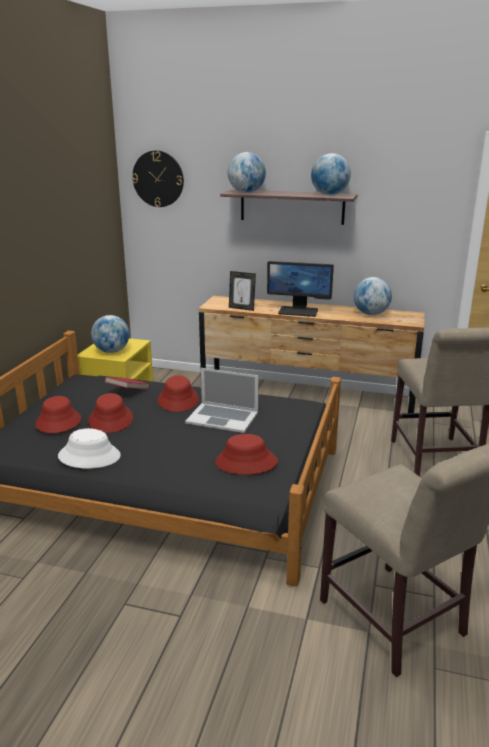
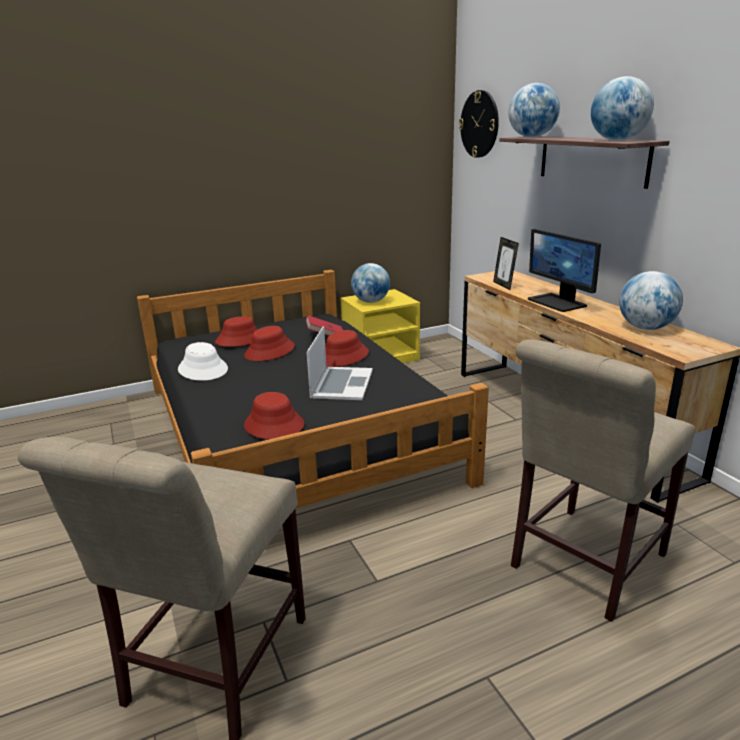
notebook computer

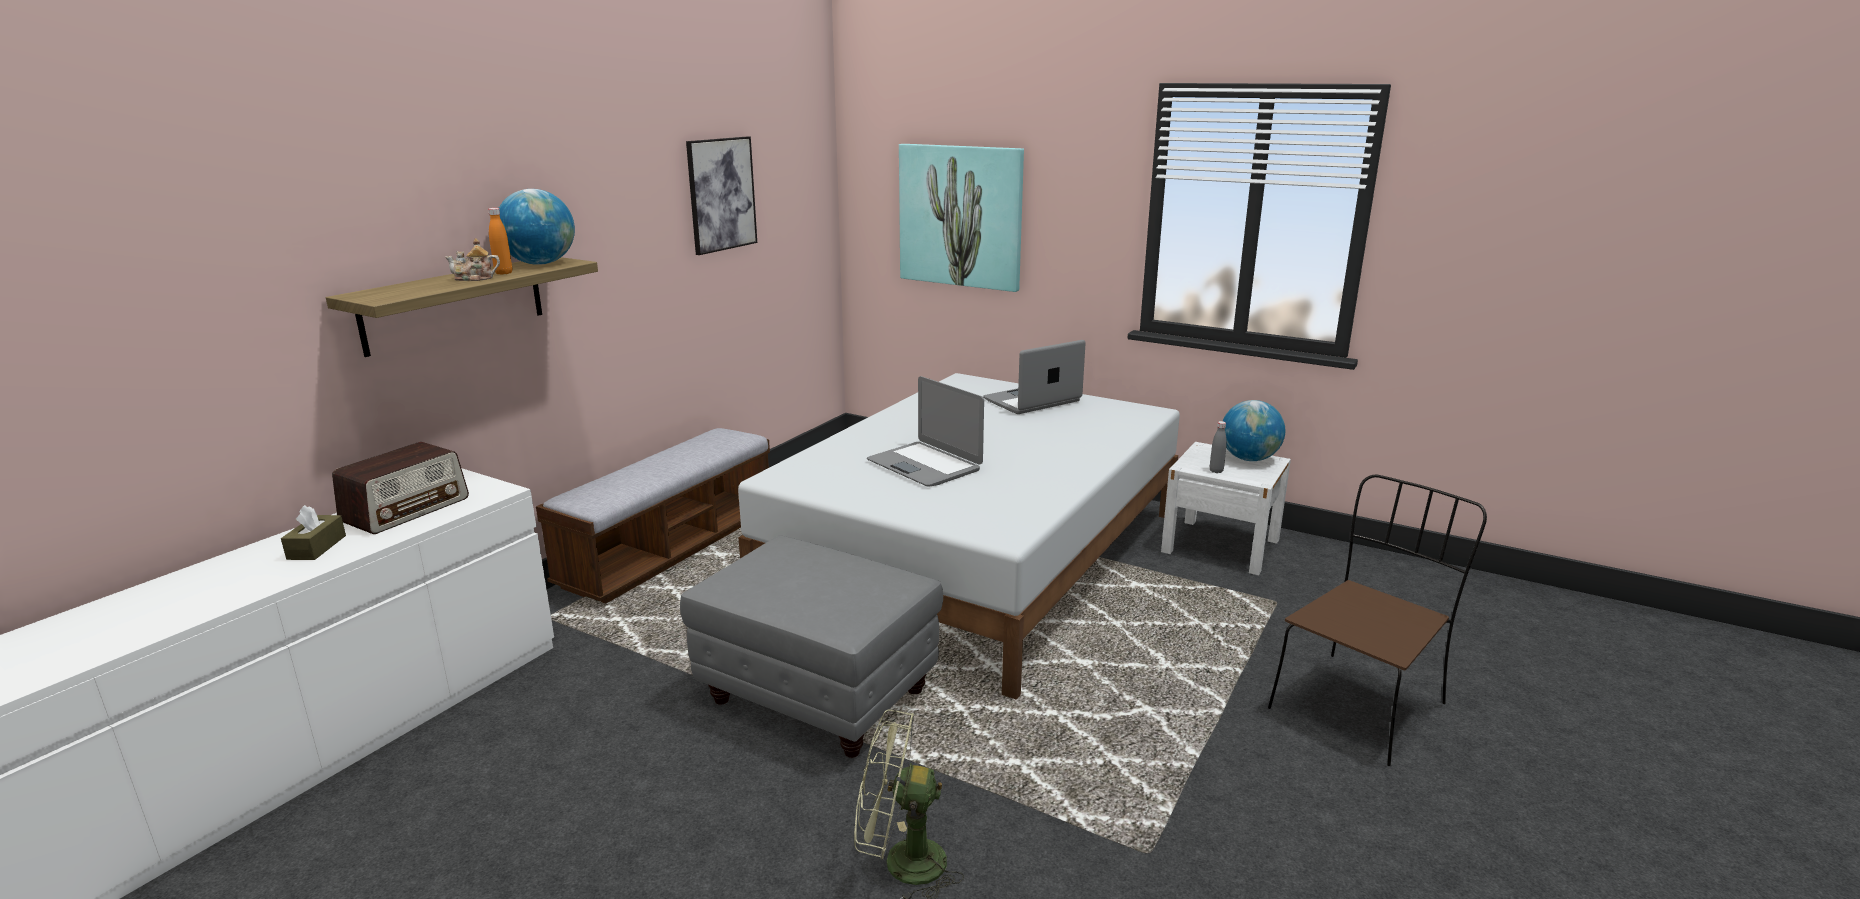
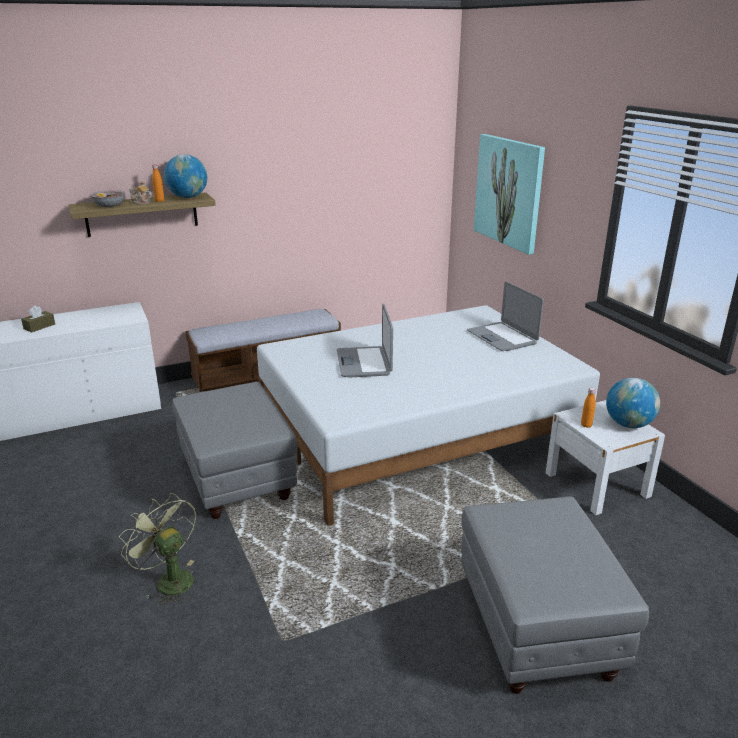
picture (1st from left in the first image); notebook computer (2nd from left); bottle (orangey) (2nd from left); radio; footrest (greyish) (2nd from left); deep dish

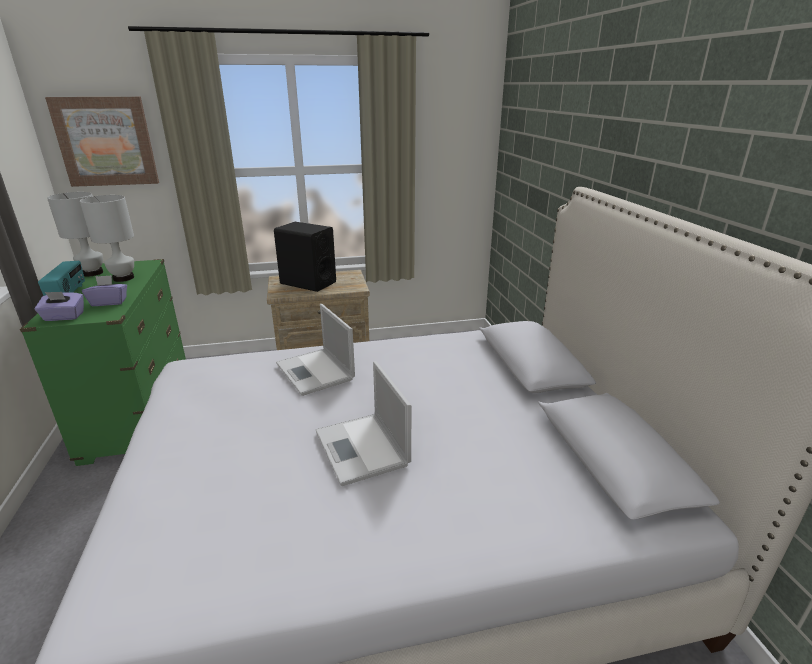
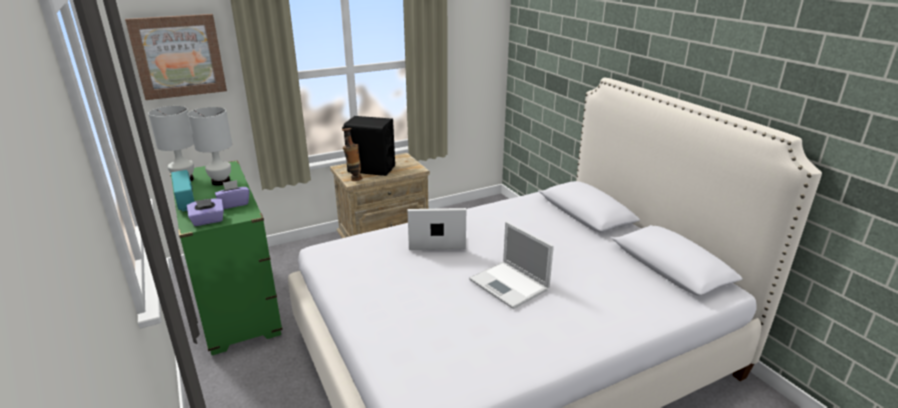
notebook computer (1st from left); flower vase

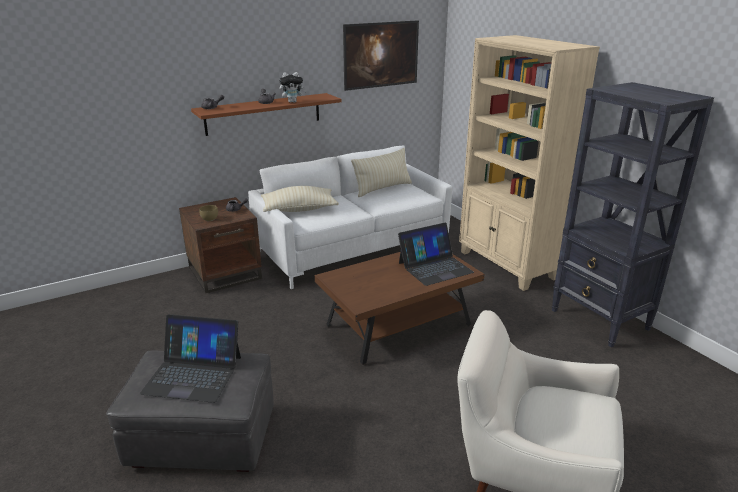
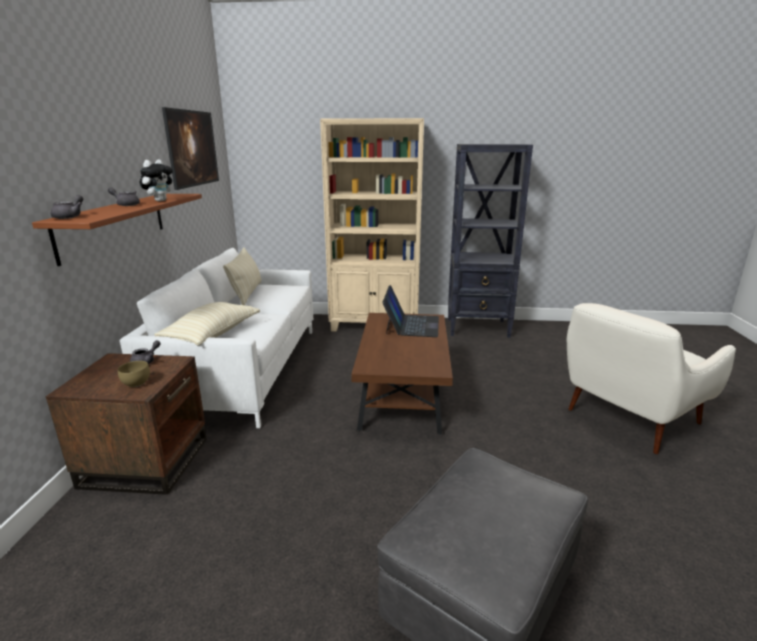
notebook computer (1st from left in the first image)

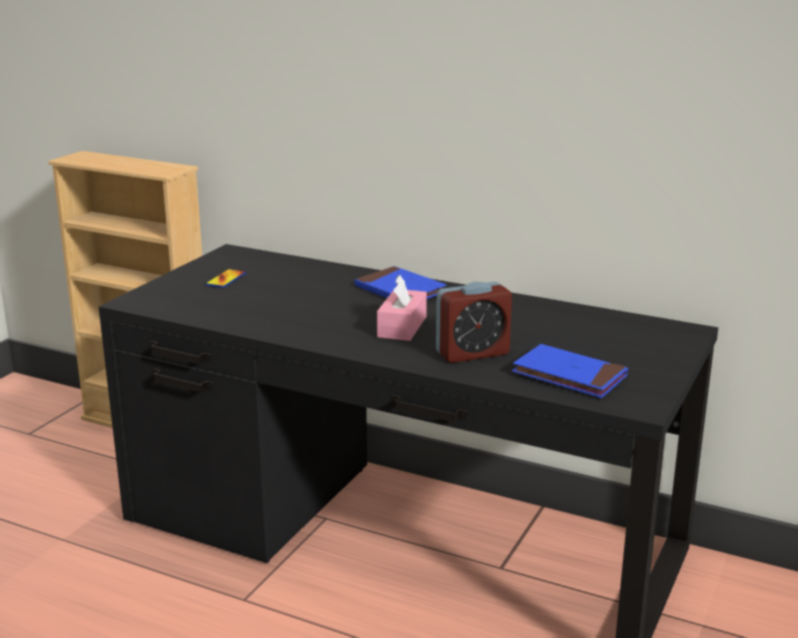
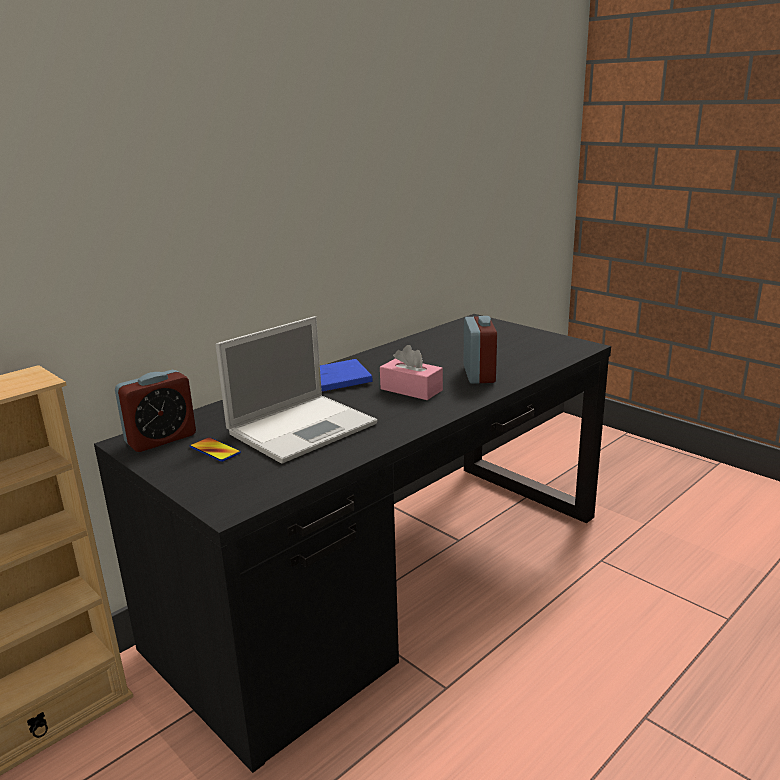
bound book (blue-coloured) (2nd from left in the first image); notebook computer; alarm clock (1st from left)

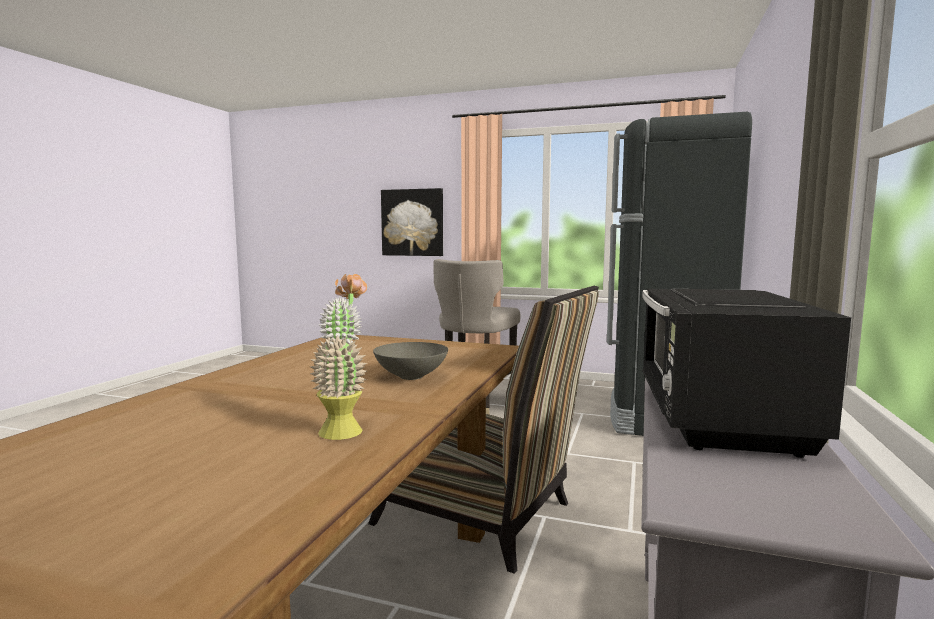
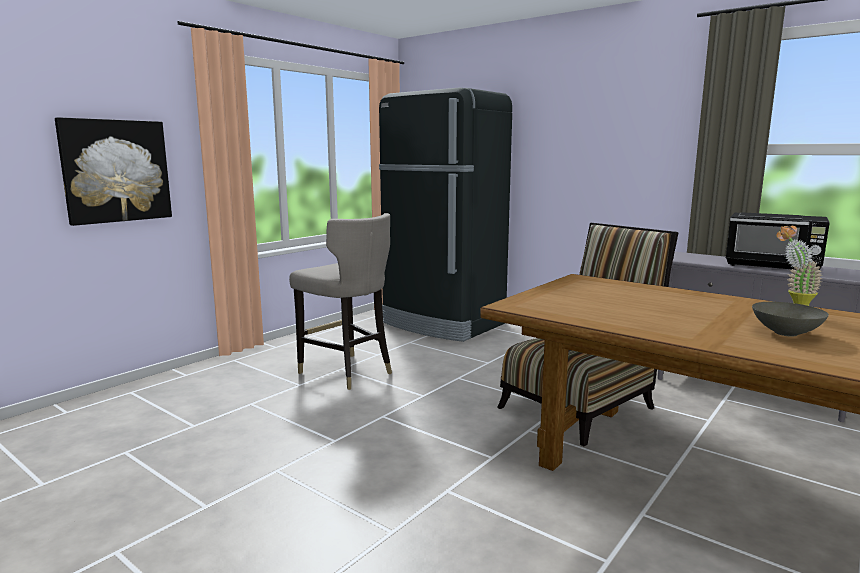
deep dish (greyish)

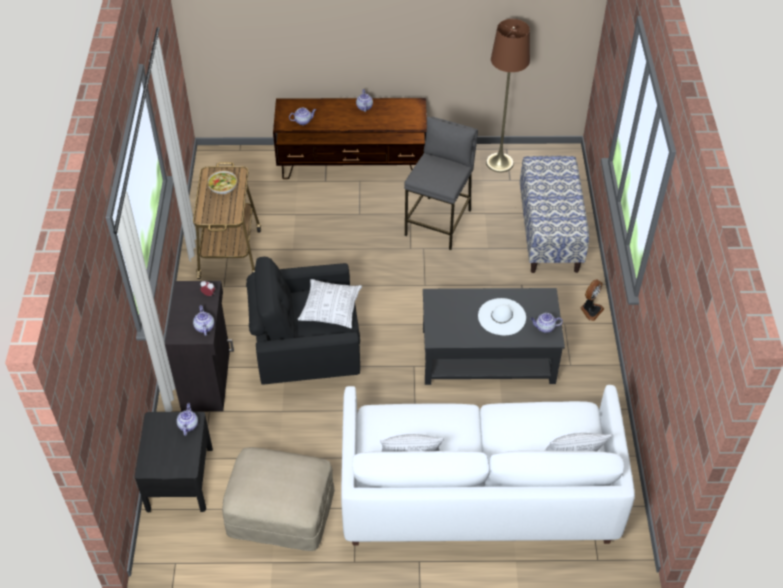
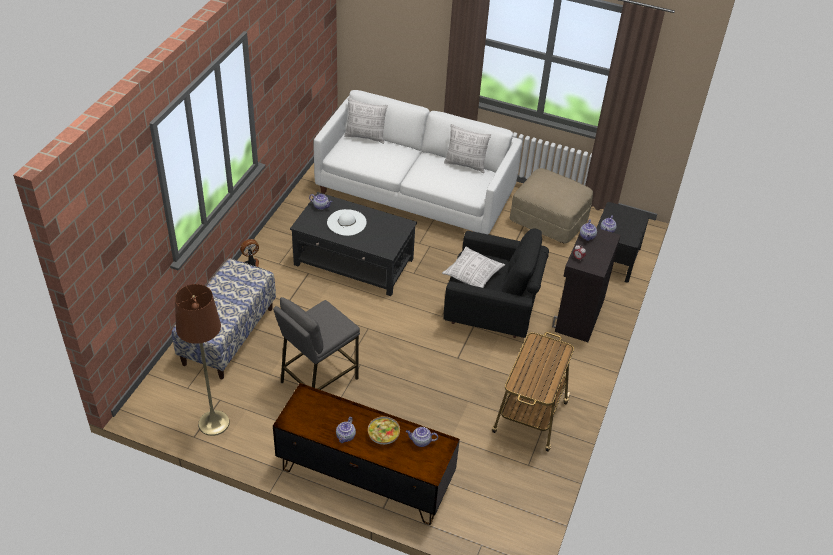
deep dish

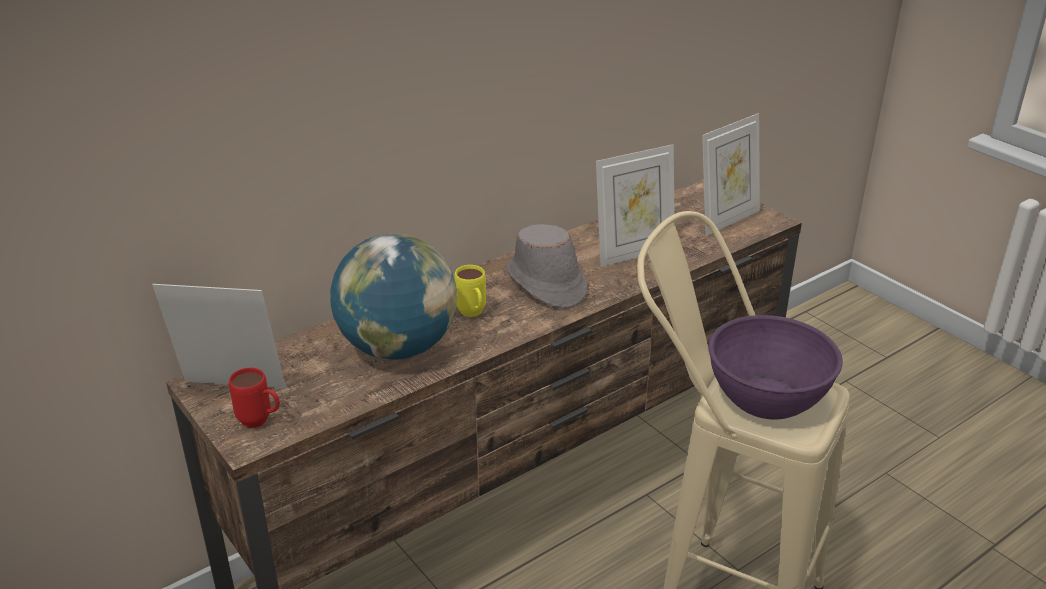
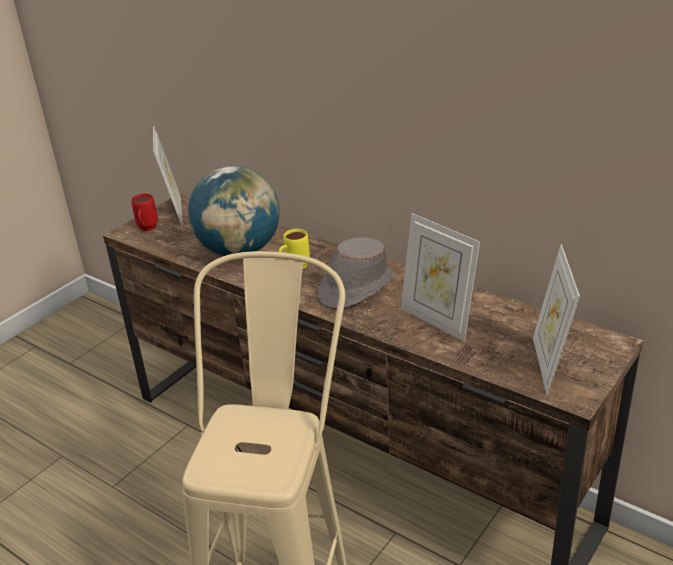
photo frame (3rd from left); deep dish (purple-coloured)

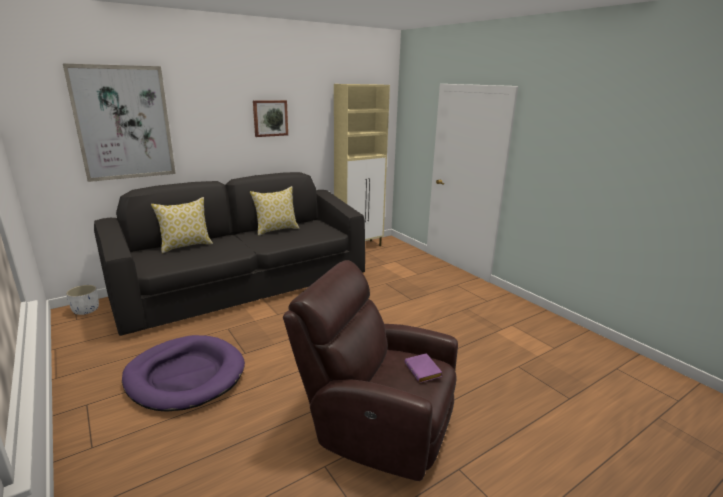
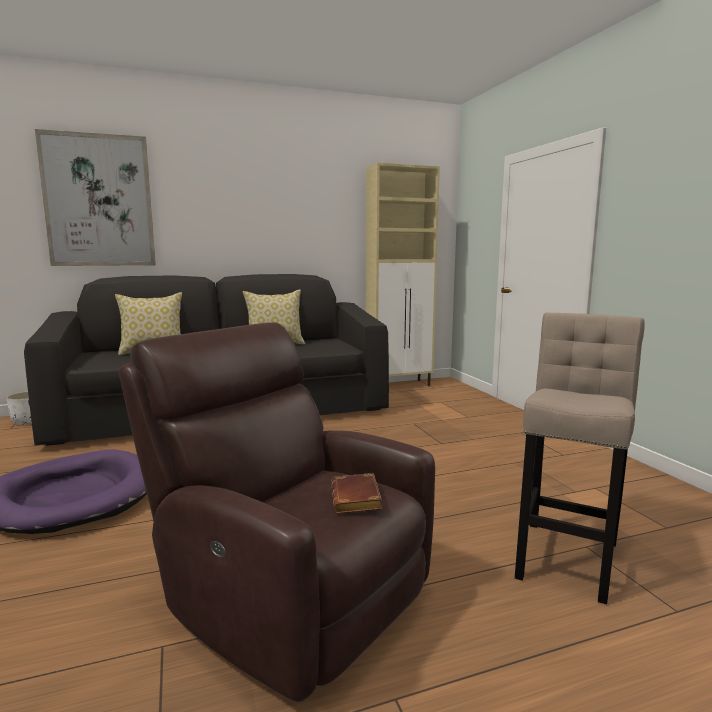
picture (2nd from left in the first image); bound book (brown); stool (beige)

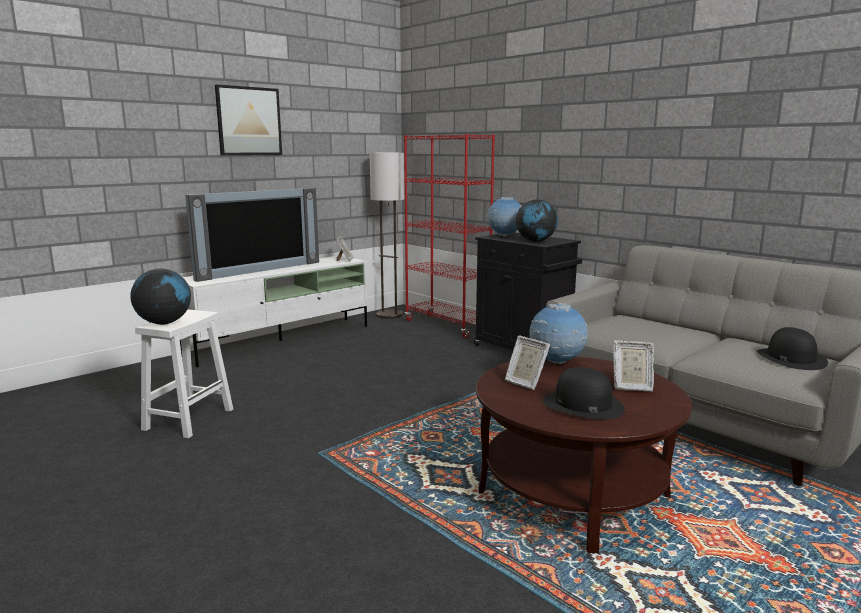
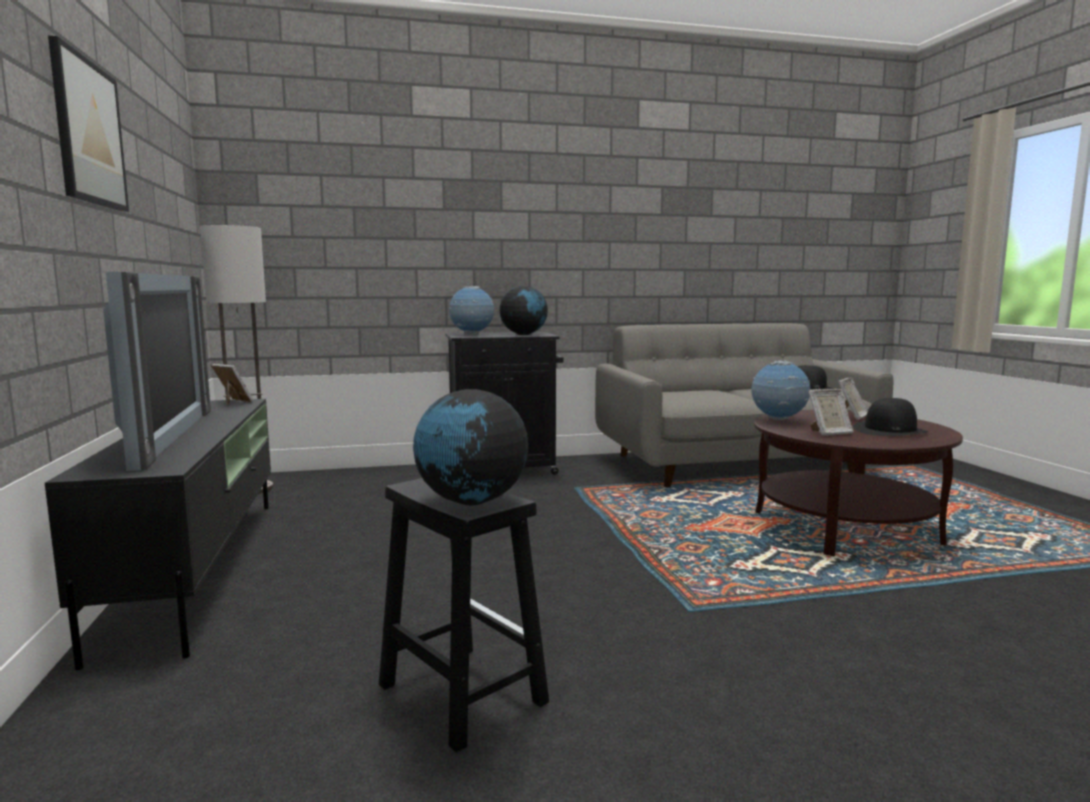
shelving unit (red-coloured); media console (blackish); stool (blackish)

